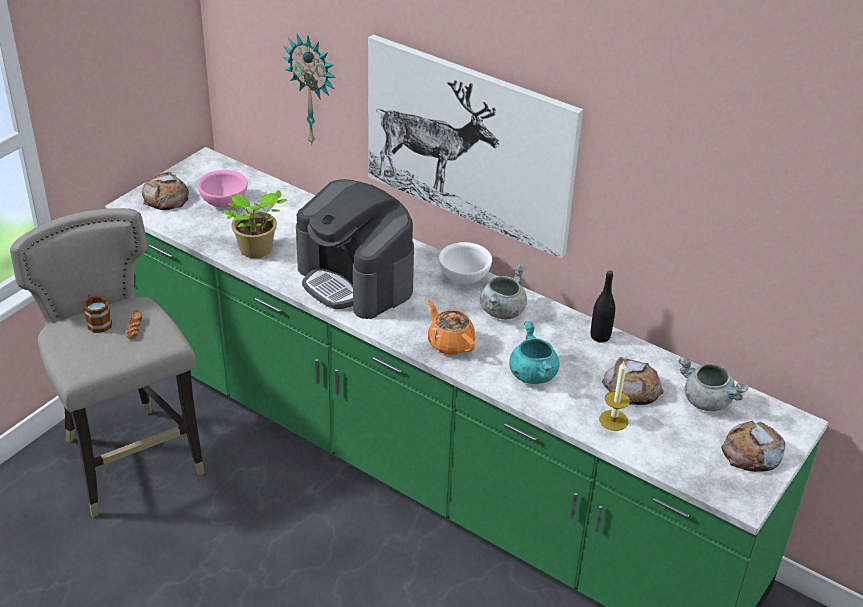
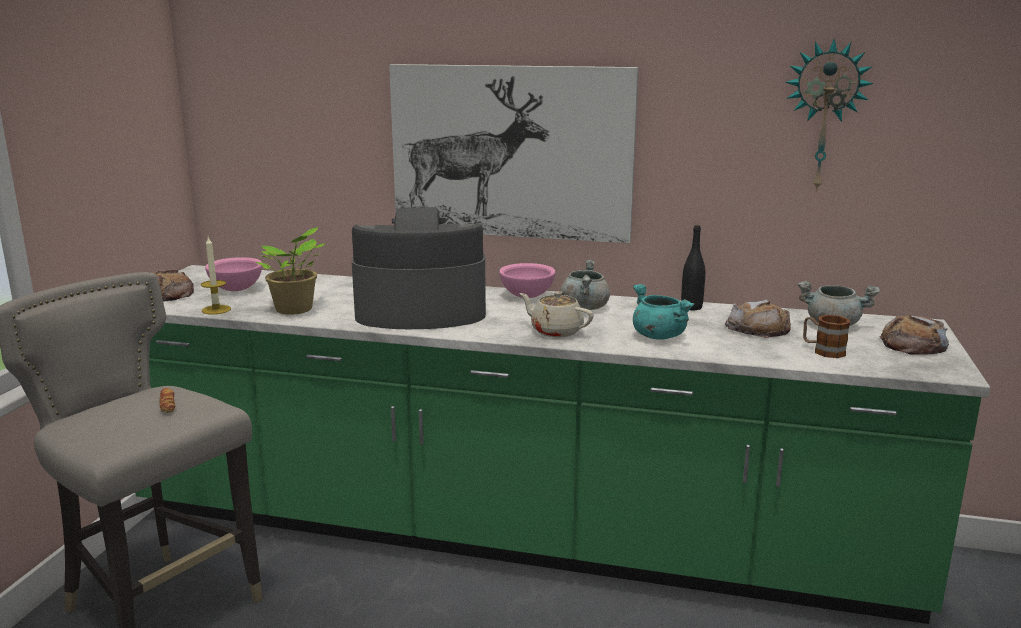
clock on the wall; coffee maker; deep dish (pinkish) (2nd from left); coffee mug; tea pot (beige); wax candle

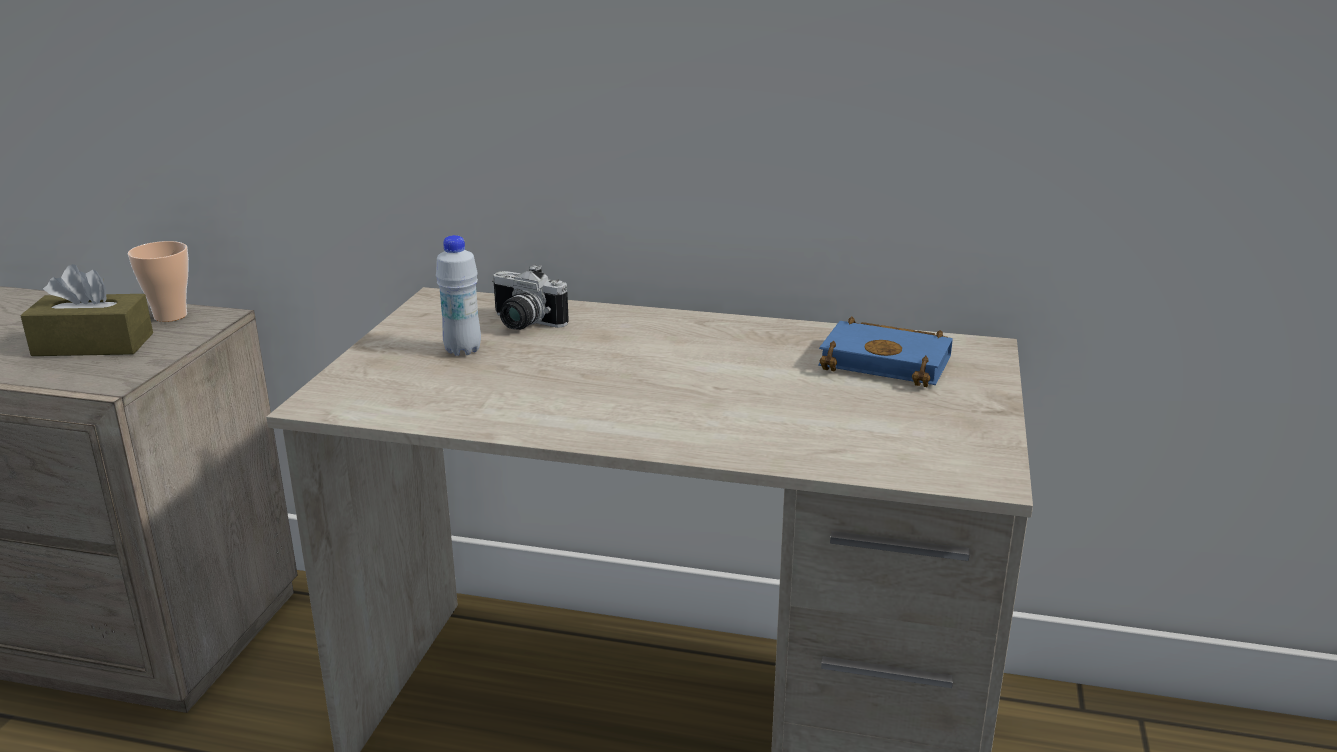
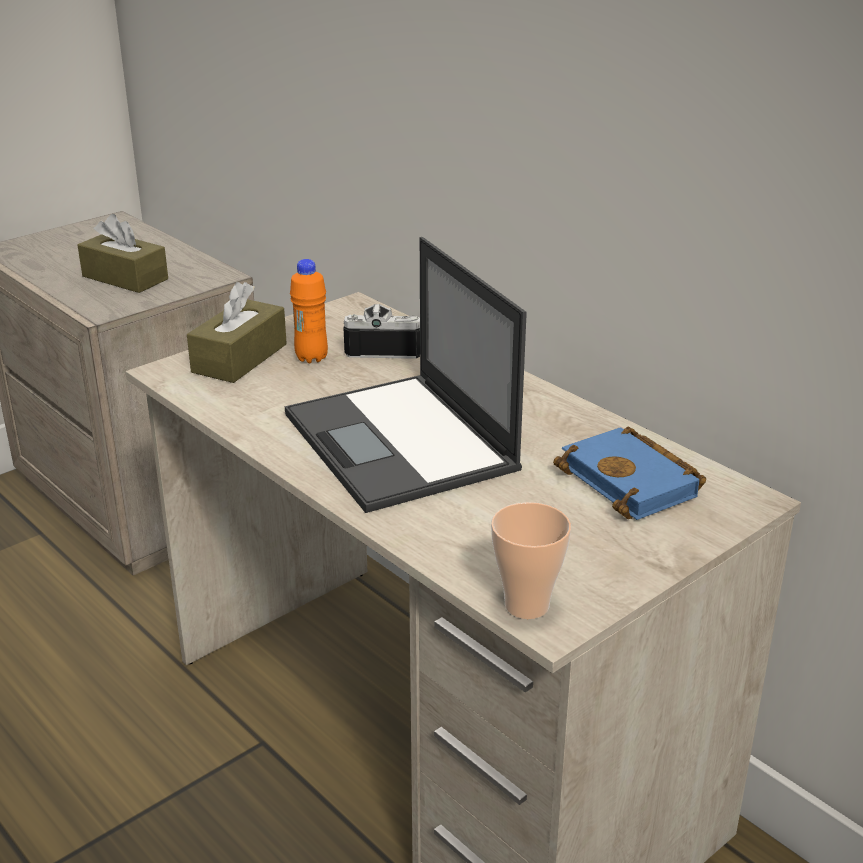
bottle (orangey); drinking cup; photo camera; notebook computer; tissue box (brown) (2nd from left)

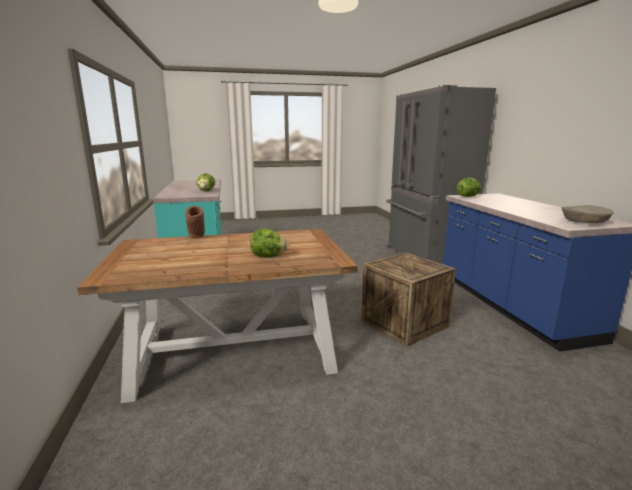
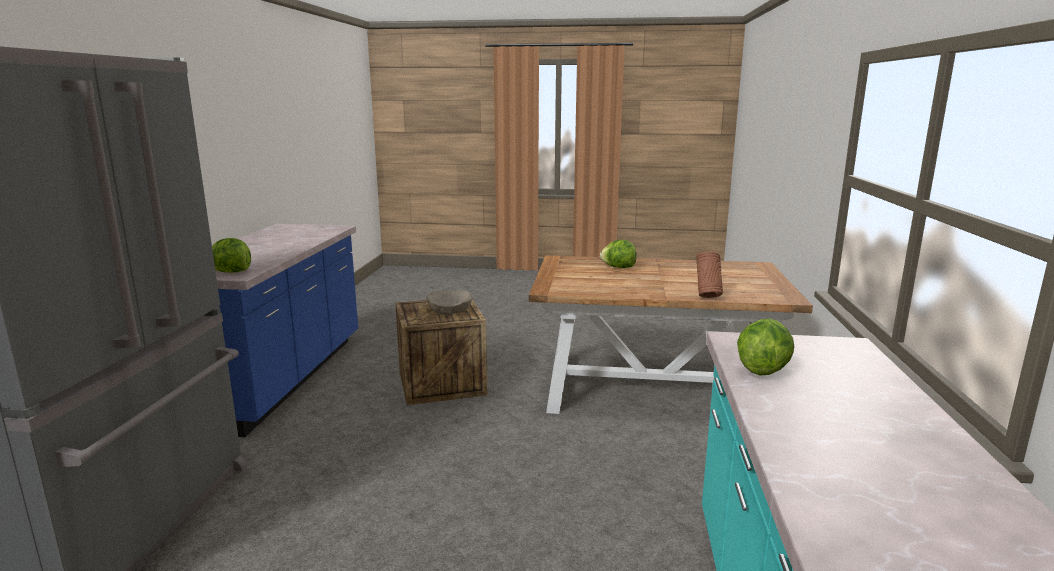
deep dish (beige)

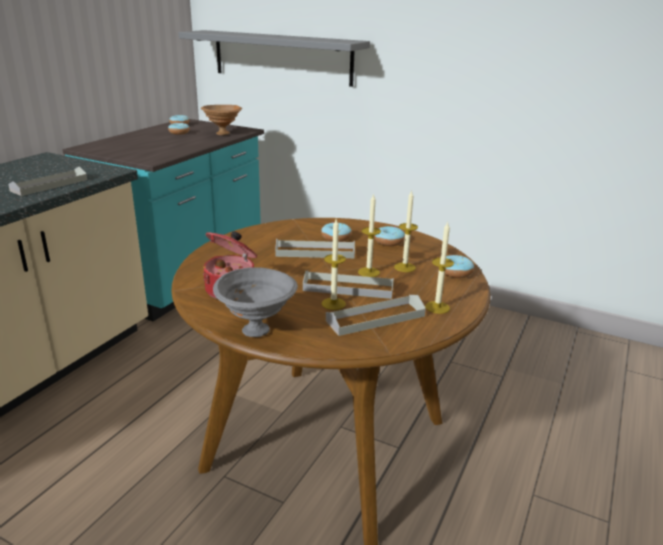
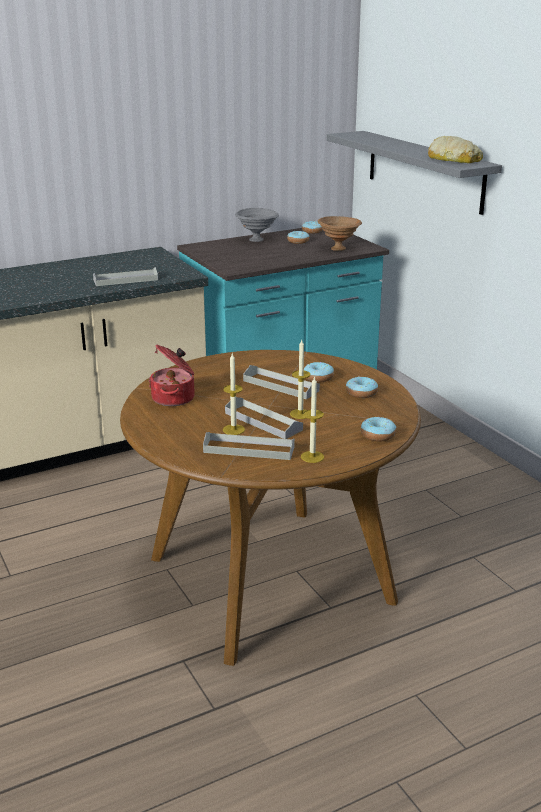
wax candle (3rd from left in the first image); deep dish (greyish); bread

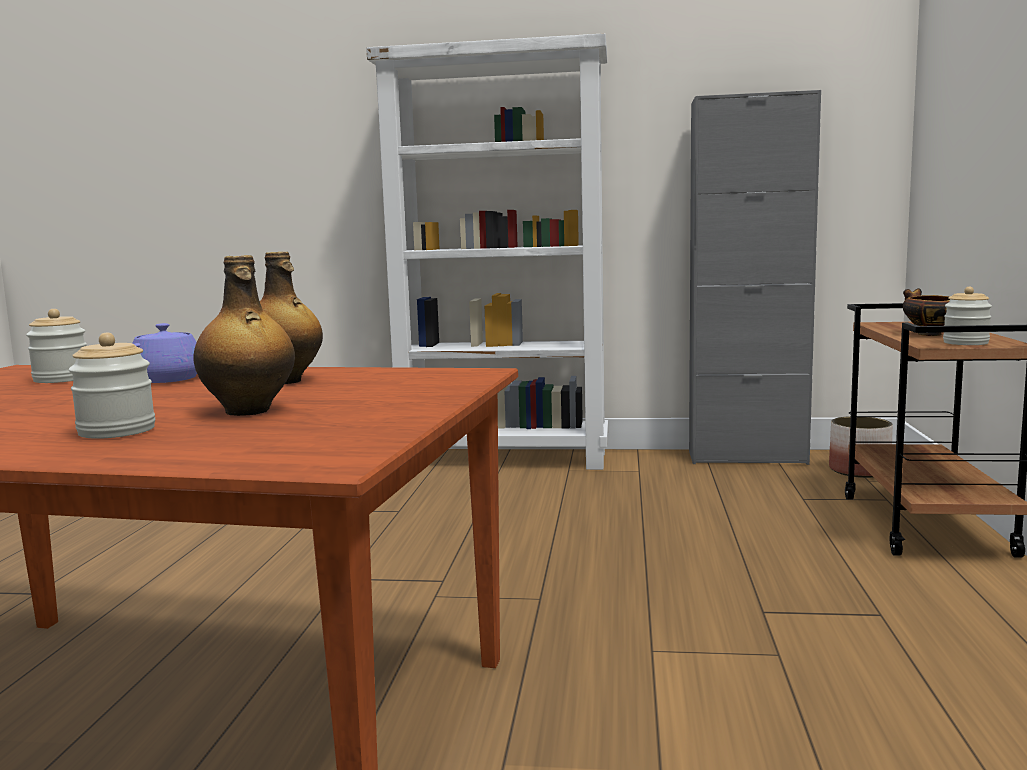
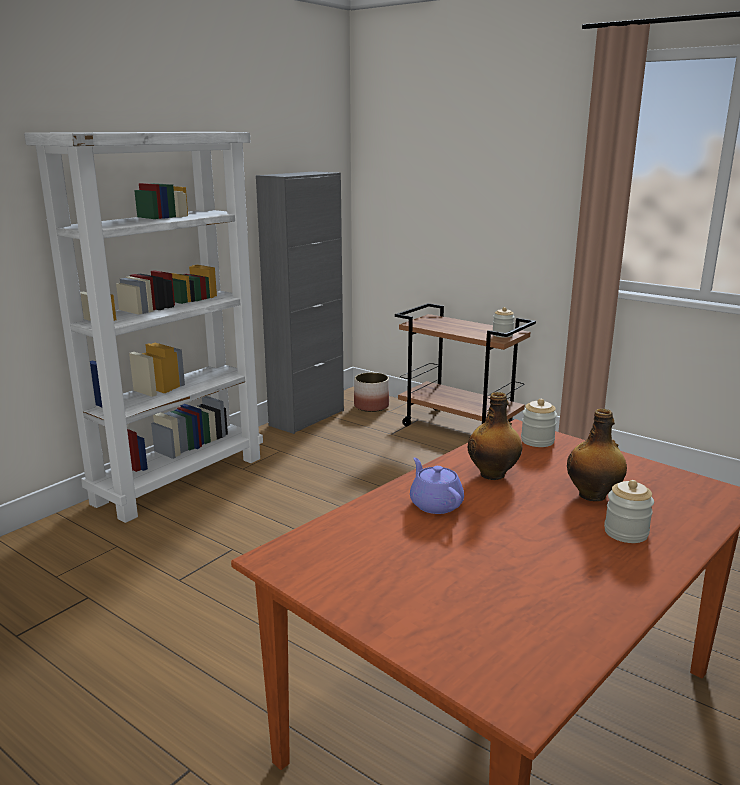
deep dish; storage jar (2nd from left)

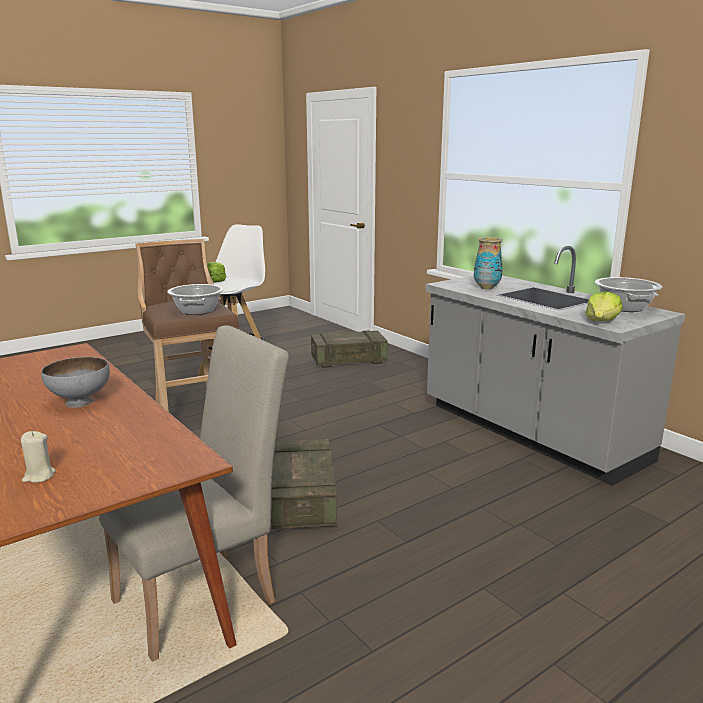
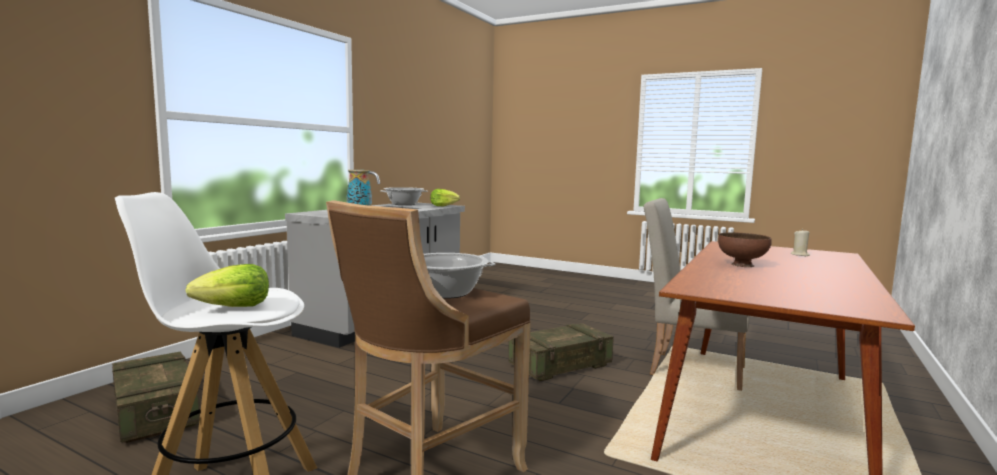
deep dish (brown)

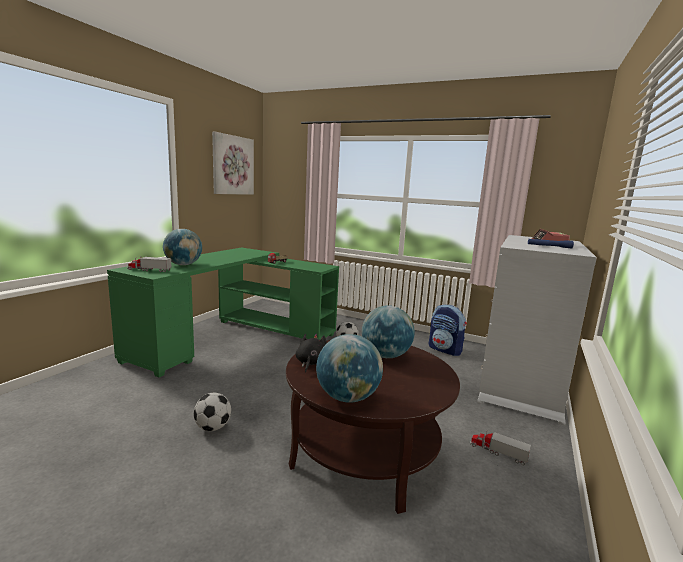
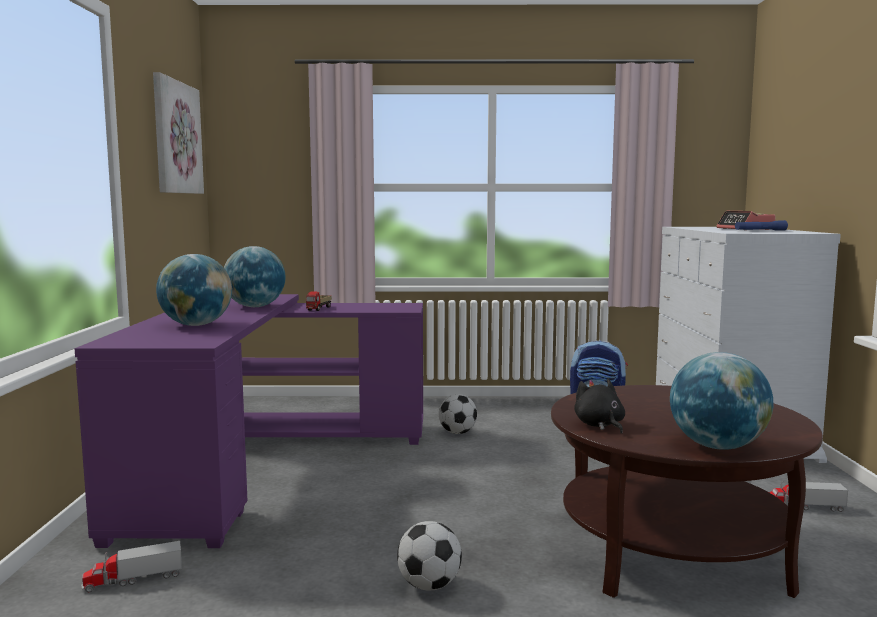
desk (purple-coloured); toy lorry (1st from left); desk globe (2nd from left)

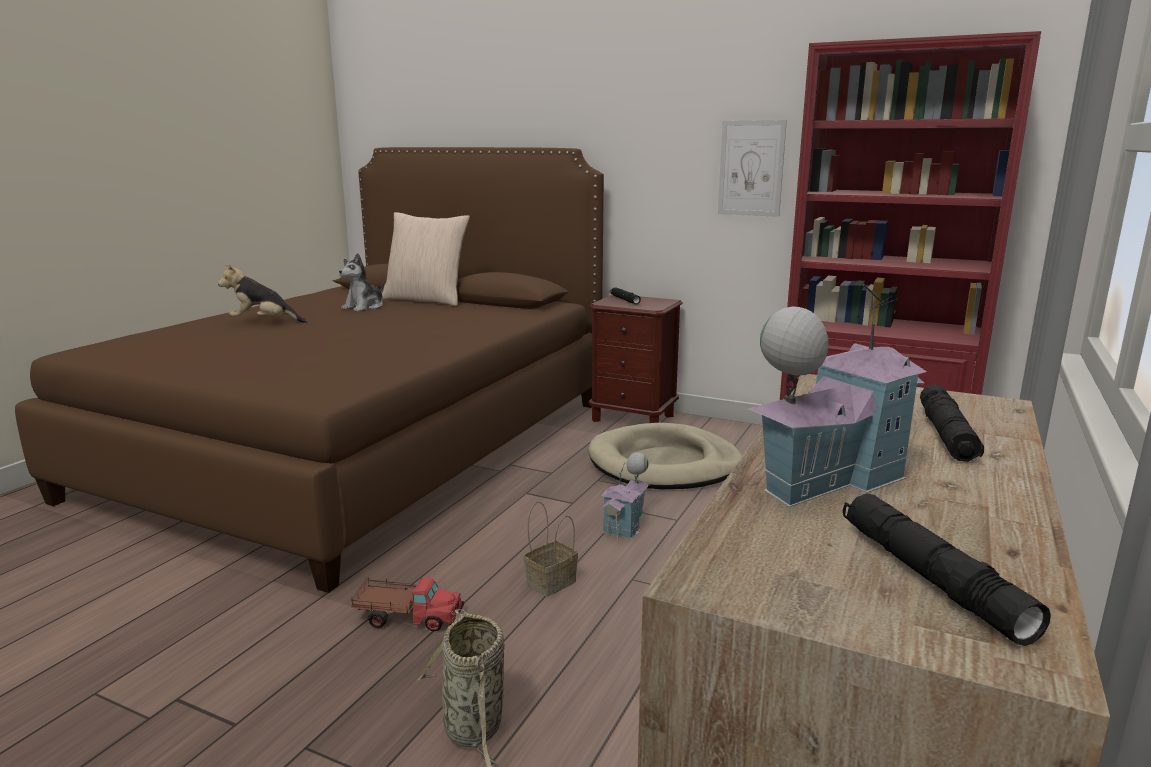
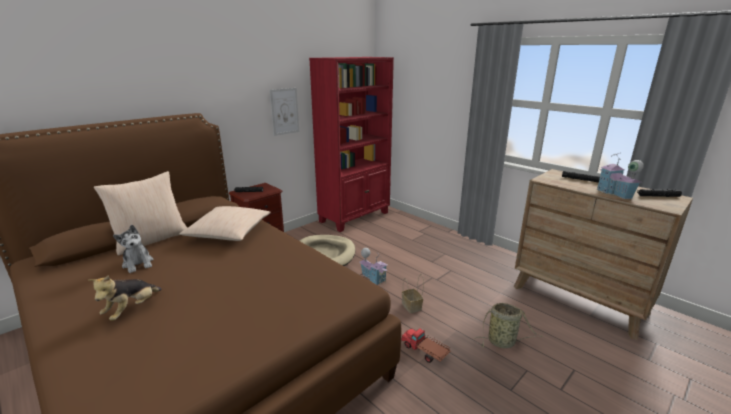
toy lorry; cushion (beige) (2nd from left)

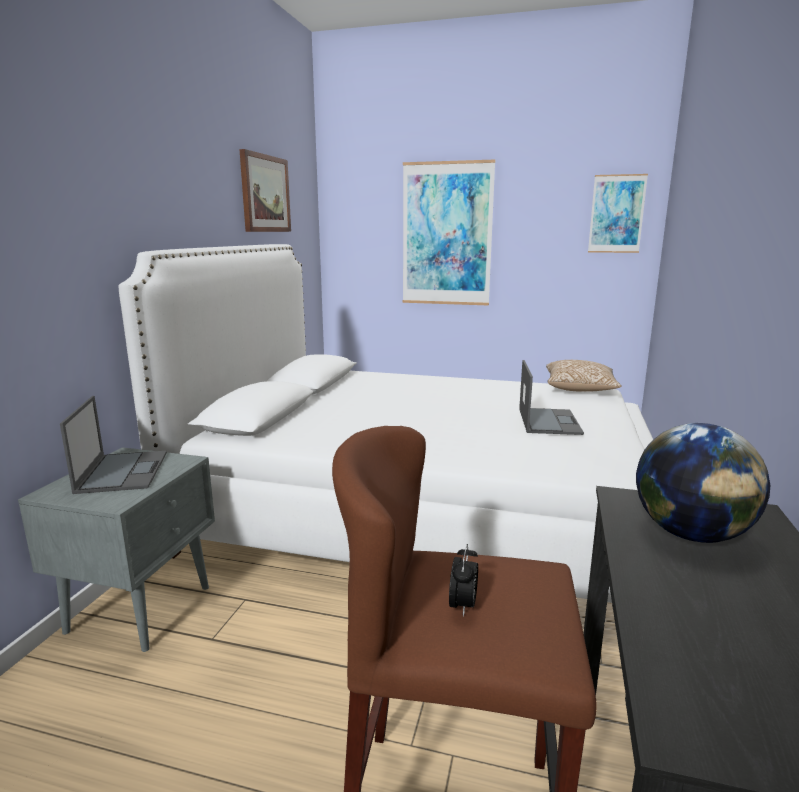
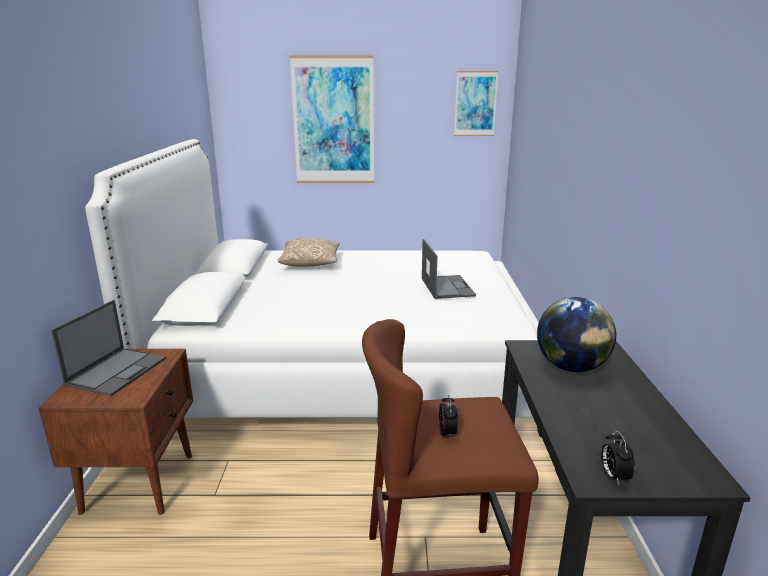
picture (1st from left in the first image); cushion; notebook computer (1st from left); night table (brown); alarm clock (2nd from left)

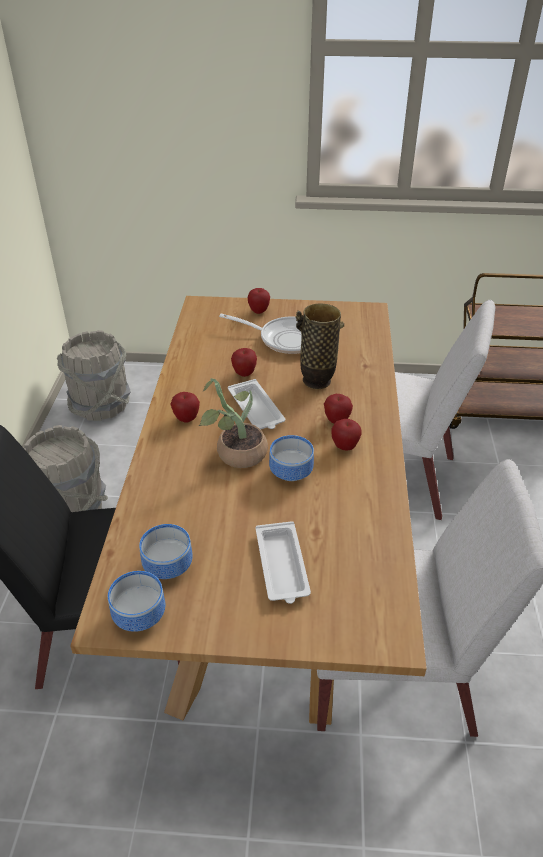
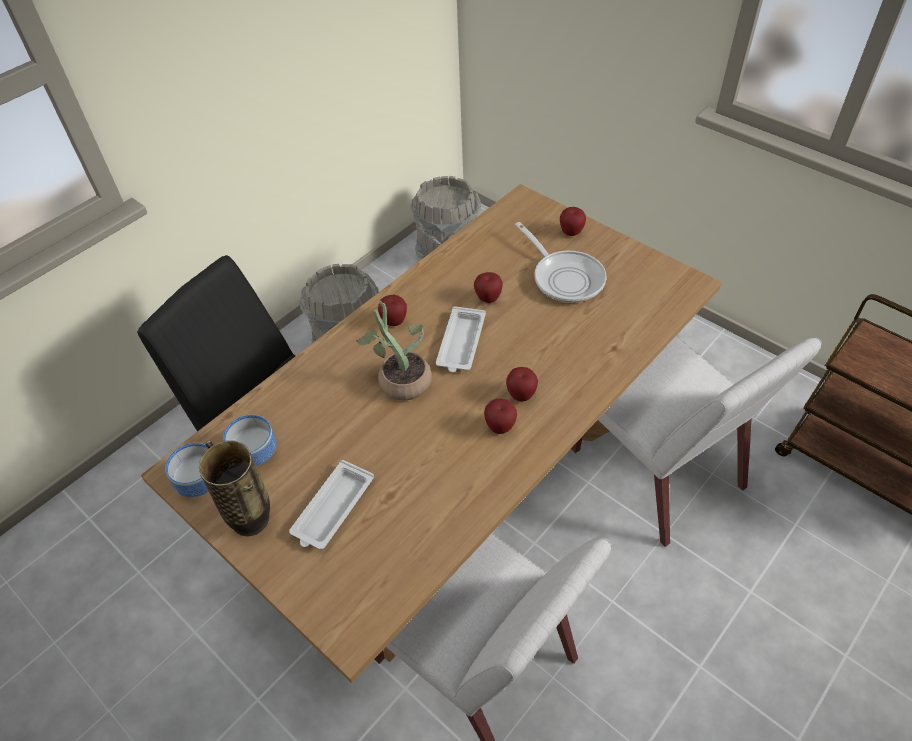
flower vase; deep dish (3rd from left in the first image)

